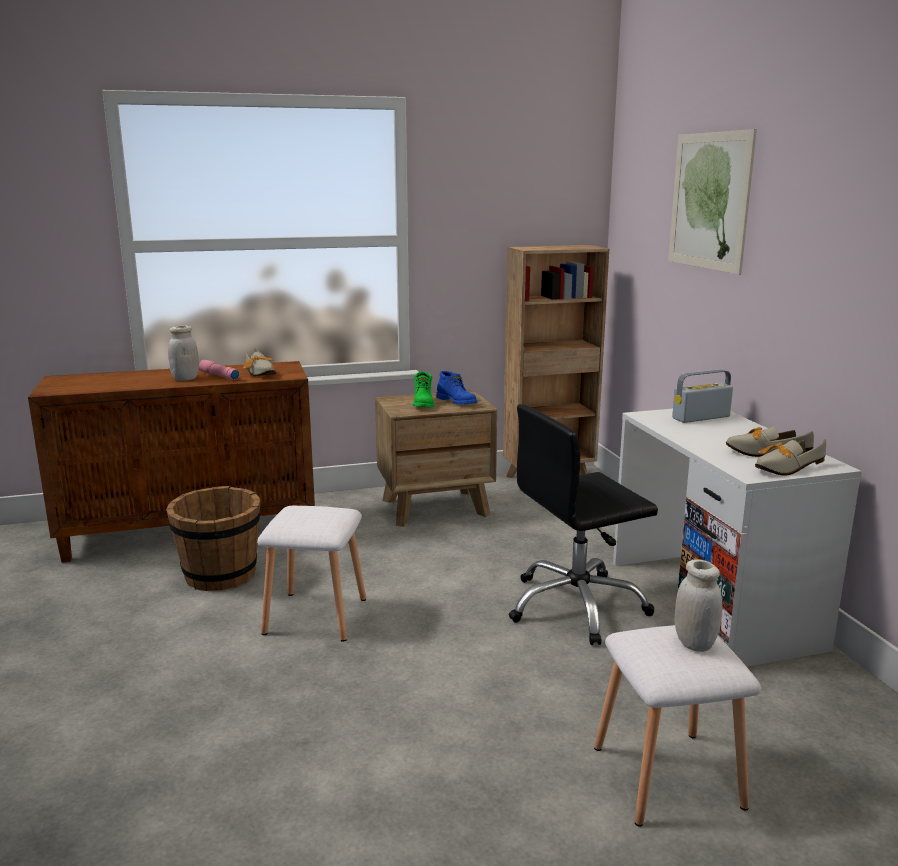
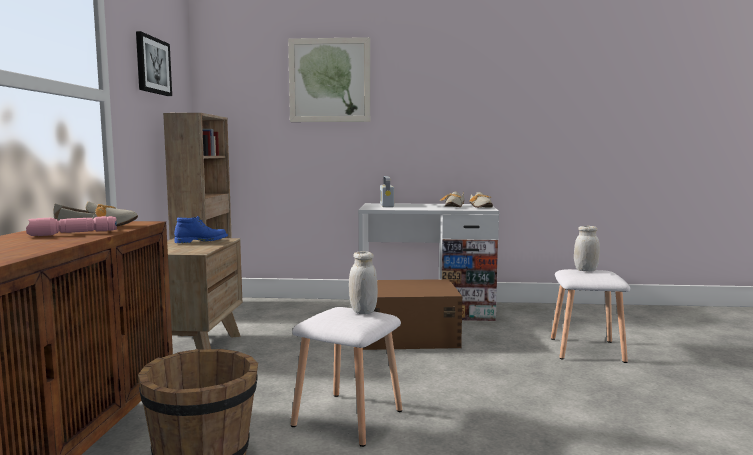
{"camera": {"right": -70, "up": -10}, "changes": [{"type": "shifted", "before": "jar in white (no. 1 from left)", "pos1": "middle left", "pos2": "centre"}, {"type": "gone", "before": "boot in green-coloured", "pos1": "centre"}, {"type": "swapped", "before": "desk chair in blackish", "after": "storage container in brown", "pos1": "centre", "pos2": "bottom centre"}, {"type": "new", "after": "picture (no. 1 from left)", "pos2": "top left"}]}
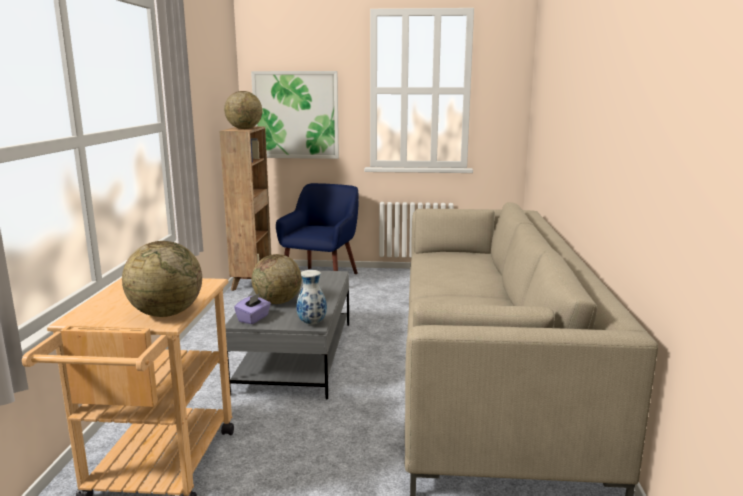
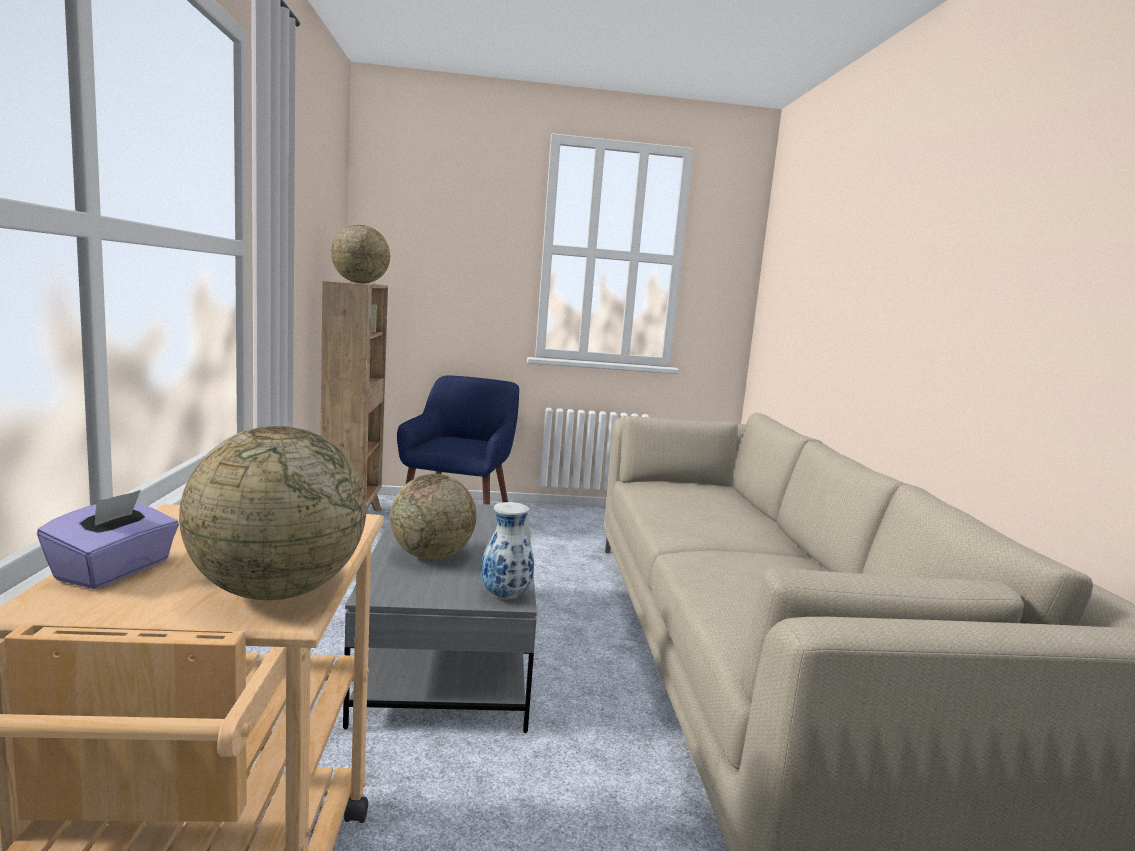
{"camera": {"right": -10, "up": -5}, "changes": [{"type": "gone", "before": "picture", "pos1": "top centre"}, {"type": "shifted", "before": "box of tissues in purple", "pos1": "centre", "pos2": "middle left"}]}
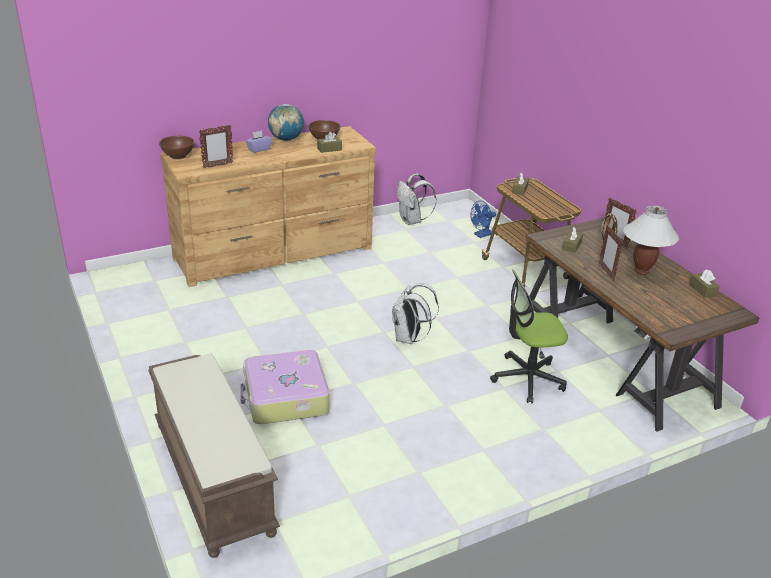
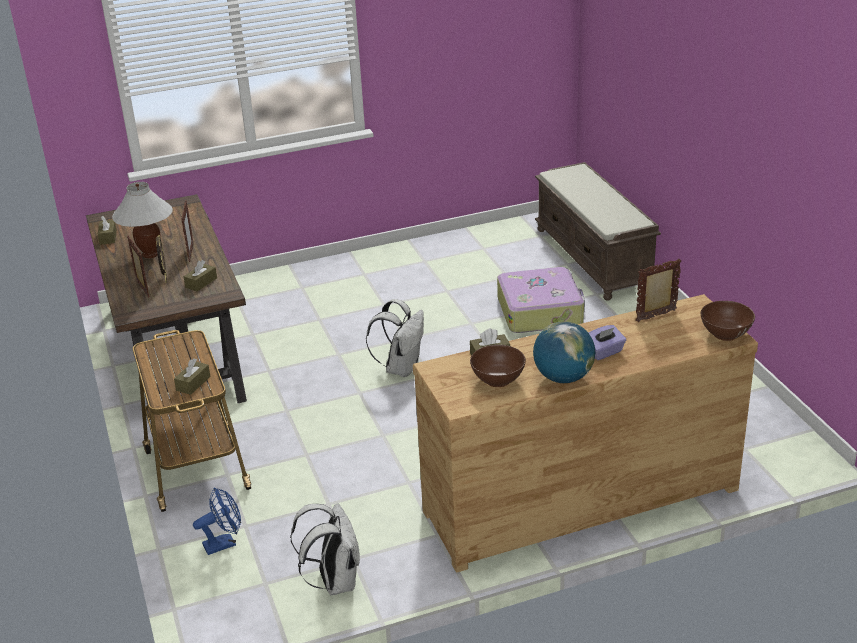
{"camera": {"right": -170, "up": 0}, "changes": [{"type": "gone", "before": "desk chair", "pos1": "middle right"}]}
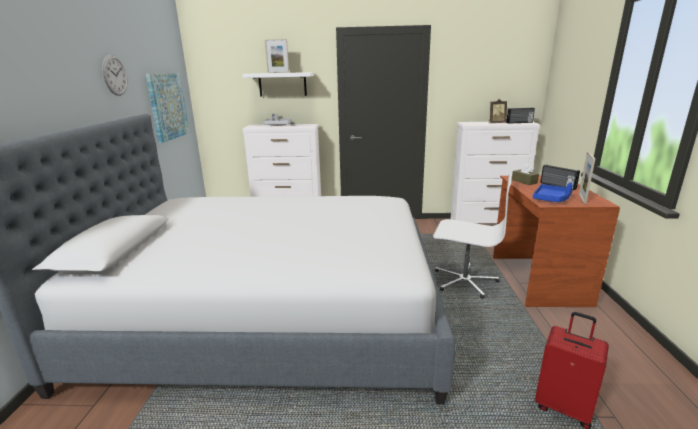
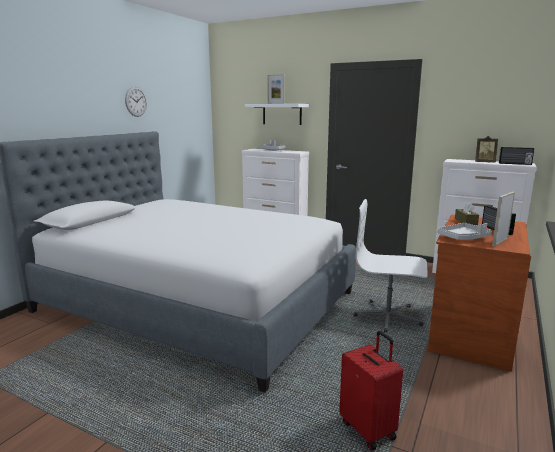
{"camera": {"right": 25, "up": -5}, "changes": [{"type": "gone", "before": "picture", "pos1": "top left"}, {"type": "rotated", "before": "desk chair in white", "pos1": "middle right", "pos2": "middle right", "turn": 150}, {"type": "repainted", "before": "tray in blue-coloured", "after": "tray in grey (no. 2 from left)", "pos1": "middle right", "pos2": "middle right"}]}
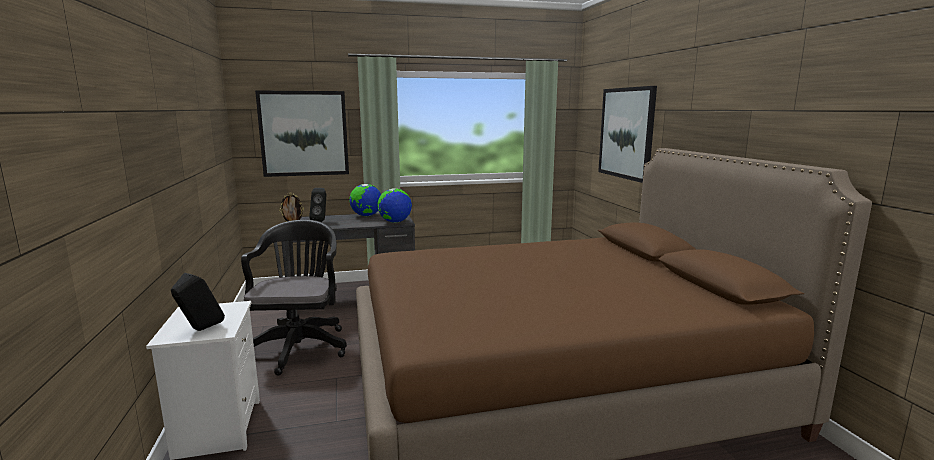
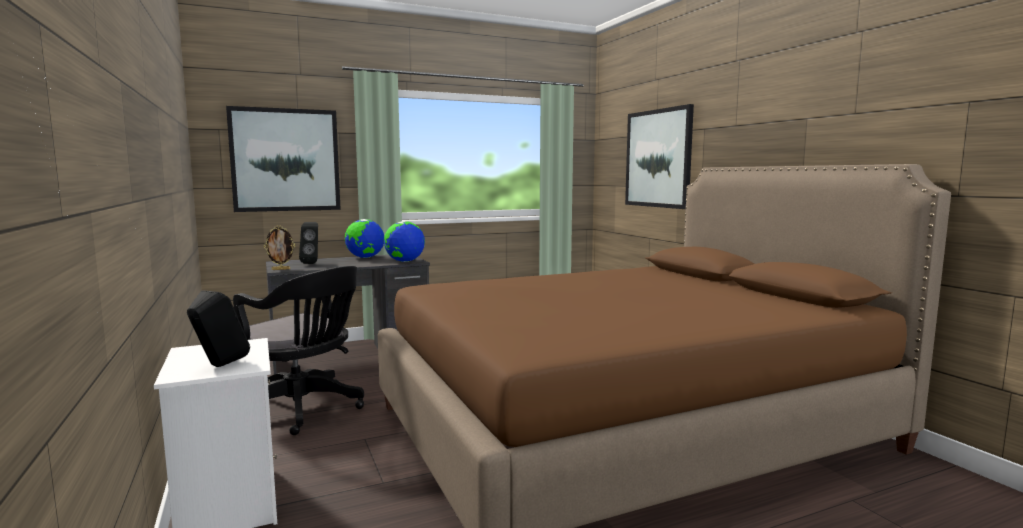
{"camera": {"right": -10, "up": -5}, "changes": [{"type": "rotated", "before": "desk chair in blackish", "pos1": "middle left", "pos2": "middle left", "turn": 135}]}
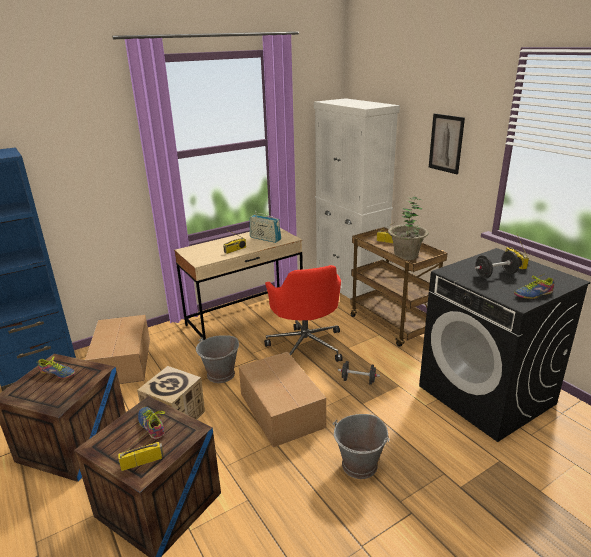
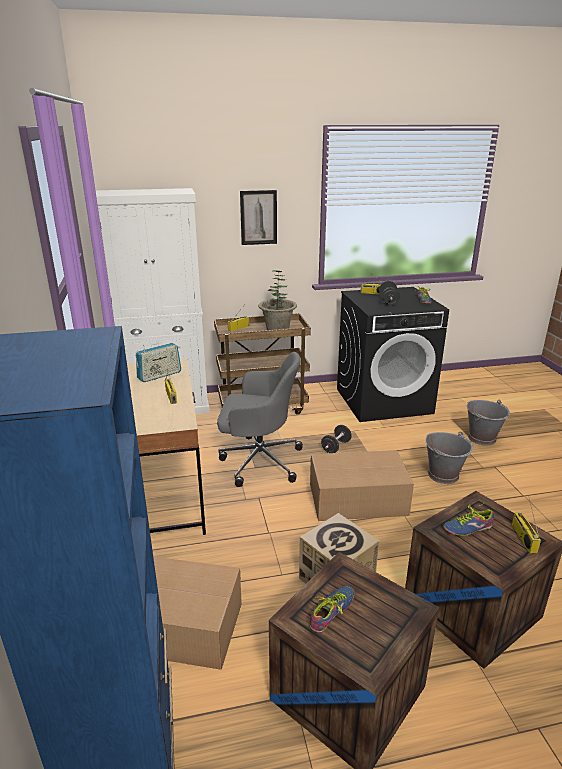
{"camera": {"right": -70, "up": 0}, "changes": [{"type": "repainted", "before": "desk chair in reddish", "after": "desk chair in grey", "pos1": "centre", "pos2": "centre"}, {"type": "shifted", "before": "pail in grey (no. 1 from left in the first image)", "after": "pail in grey (no. 2 from left)", "pos1": "centre", "pos2": "middle right"}]}
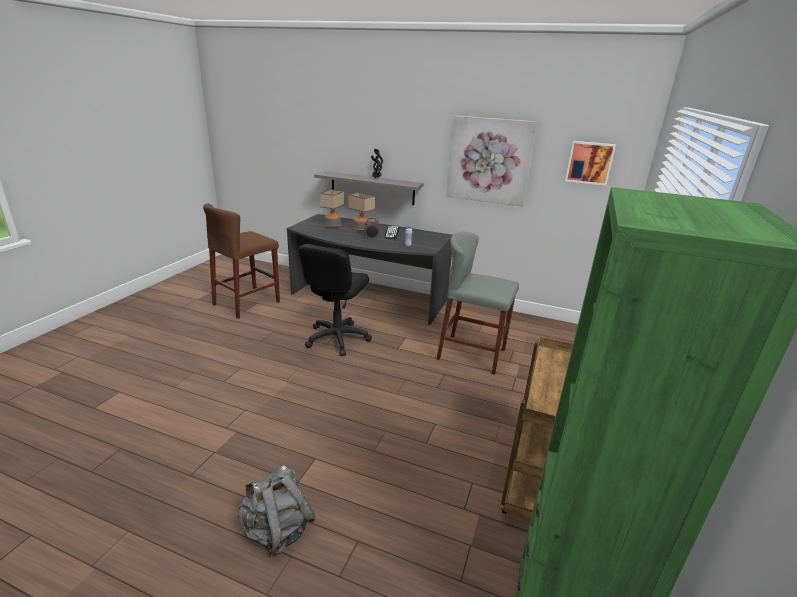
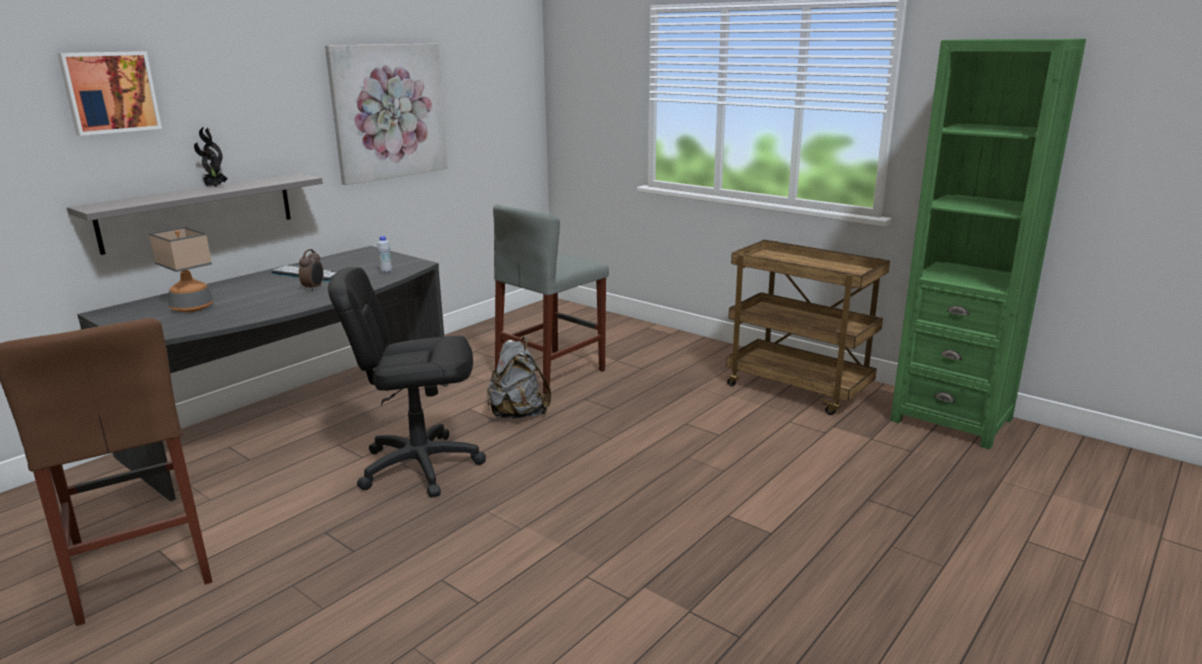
{"camera": {"right": -70, "up": -5}, "changes": [{"type": "shifted", "before": "picture (no. 2 from left in the first image)", "after": "picture (no. 1 from left)", "pos1": "top right", "pos2": "top left"}, {"type": "gone", "before": "table lamp (no. 2 from left)", "pos1": "centre"}, {"type": "rotated", "before": "desk chair in blackish", "pos1": "centre", "pos2": "centre", "turn": 135}, {"type": "shifted", "before": "rucksack in grey", "pos1": "bottom centre", "pos2": "centre"}]}
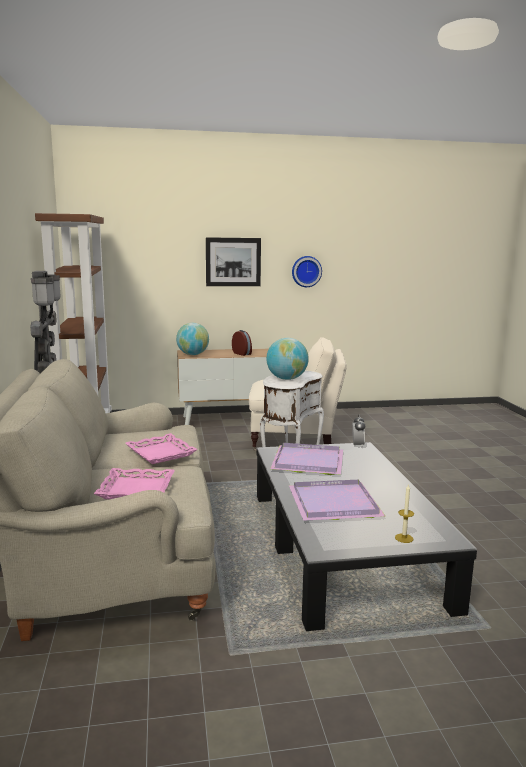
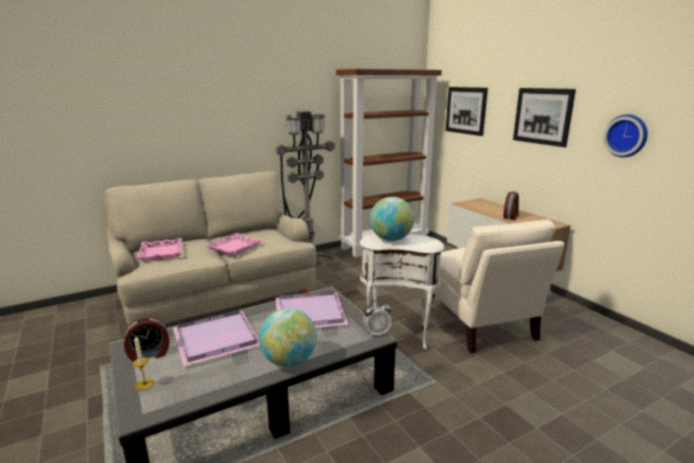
{"camera": {"right": 70, "up": 5}, "changes": [{"type": "shifted", "before": "world globe (no. 1 from left)", "pos1": "centre", "pos2": "bottom centre"}, {"type": "new", "after": "picture (no. 1 from left)", "pos2": "top right"}, {"type": "new", "after": "table clock (no. 1 from left)", "pos2": "bottom left"}]}
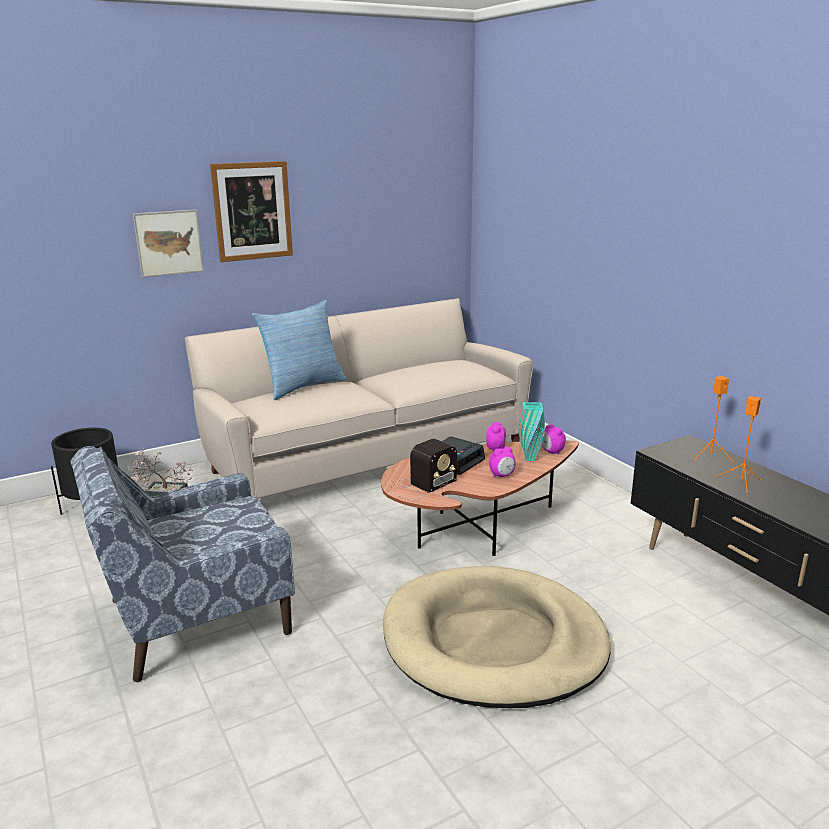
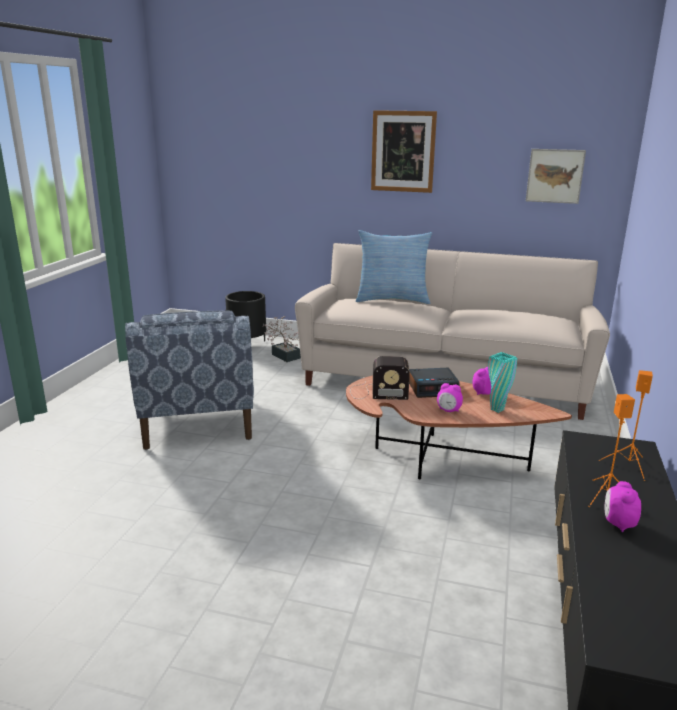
{"camera": {"right": 45, "up": 0}, "changes": [{"type": "shifted", "before": "picture (no. 1 from left in the first image)", "after": "picture (no. 2 from left)", "pos1": "top left", "pos2": "top right"}, {"type": "shifted", "before": "table clock (no. 4 from left)", "pos1": "middle right", "pos2": "bottom right"}, {"type": "rotated", "before": "easy chair in blue-coloured", "pos1": "bottom left", "pos2": "middle left", "turn": -120}, {"type": "gone", "before": "dog bed in sand-coloured", "pos1": "bottom centre"}]}
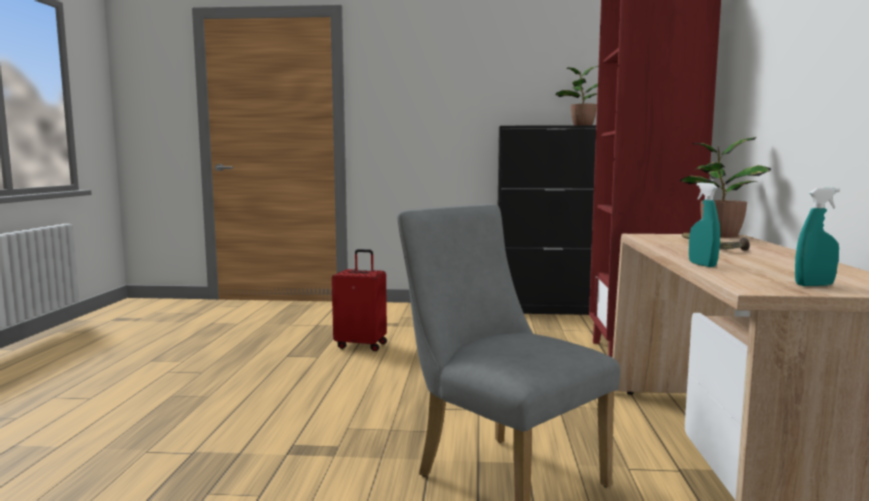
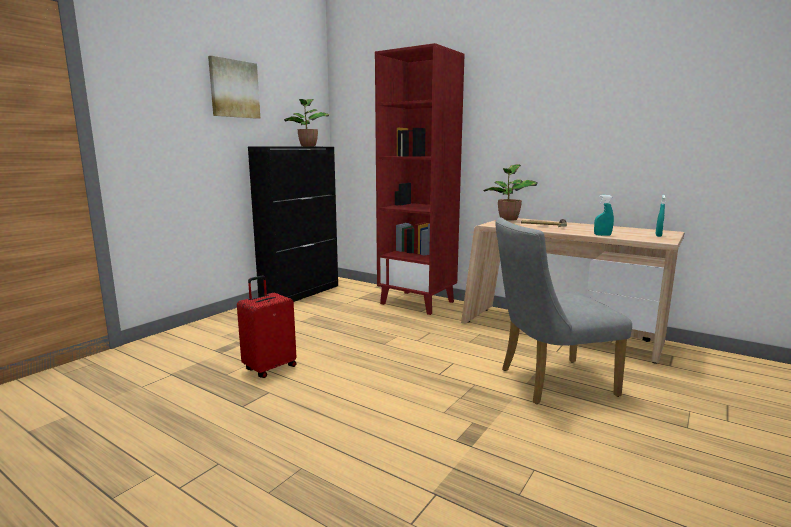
{"camera": {"right": -60, "up": 5}, "changes": [{"type": "new", "after": "picture", "pos2": "top left"}]}
